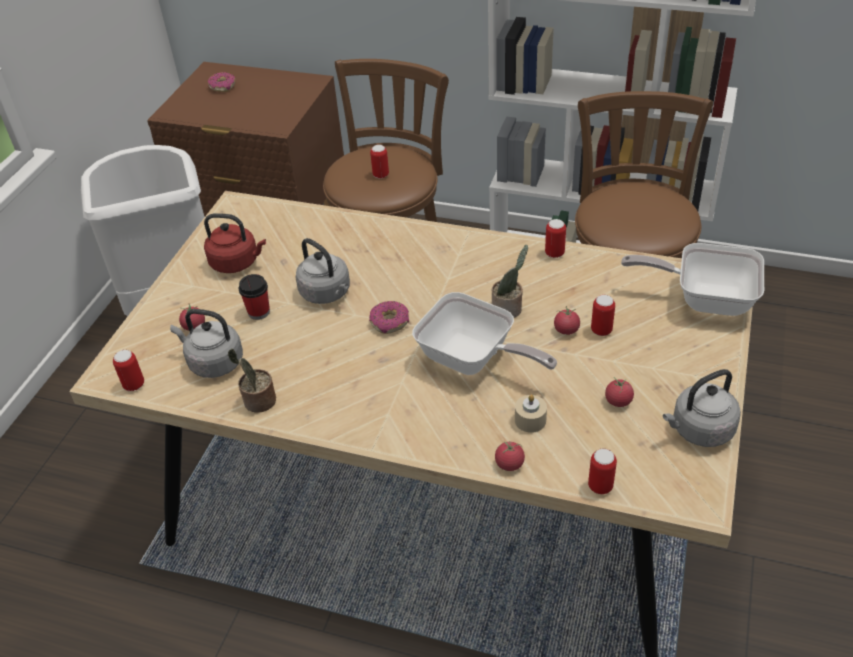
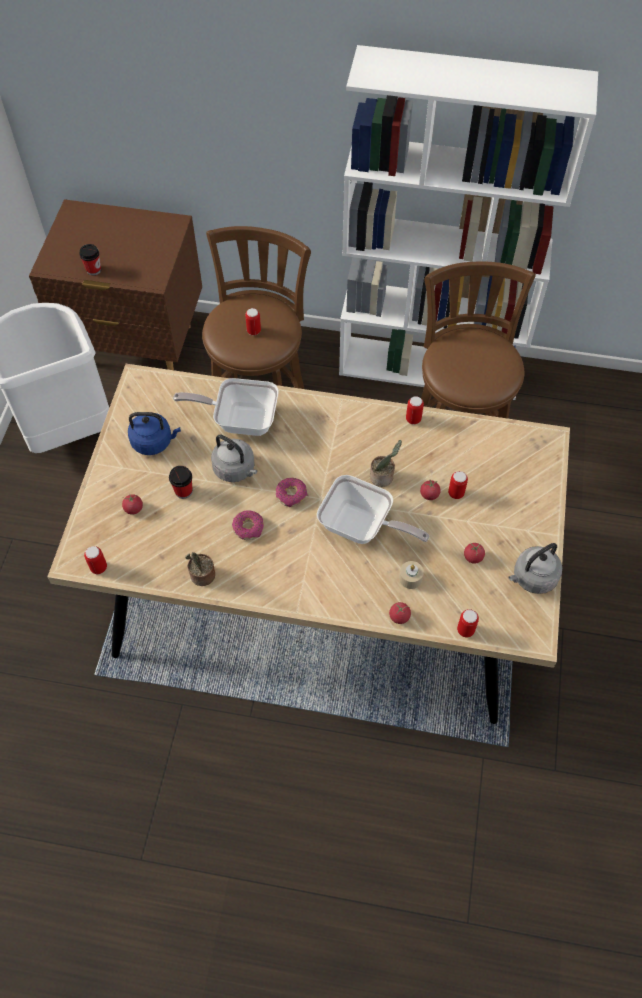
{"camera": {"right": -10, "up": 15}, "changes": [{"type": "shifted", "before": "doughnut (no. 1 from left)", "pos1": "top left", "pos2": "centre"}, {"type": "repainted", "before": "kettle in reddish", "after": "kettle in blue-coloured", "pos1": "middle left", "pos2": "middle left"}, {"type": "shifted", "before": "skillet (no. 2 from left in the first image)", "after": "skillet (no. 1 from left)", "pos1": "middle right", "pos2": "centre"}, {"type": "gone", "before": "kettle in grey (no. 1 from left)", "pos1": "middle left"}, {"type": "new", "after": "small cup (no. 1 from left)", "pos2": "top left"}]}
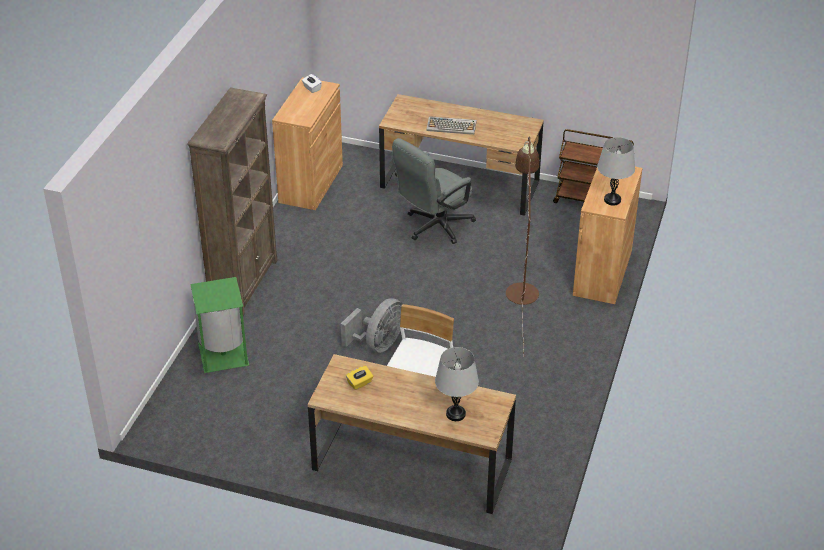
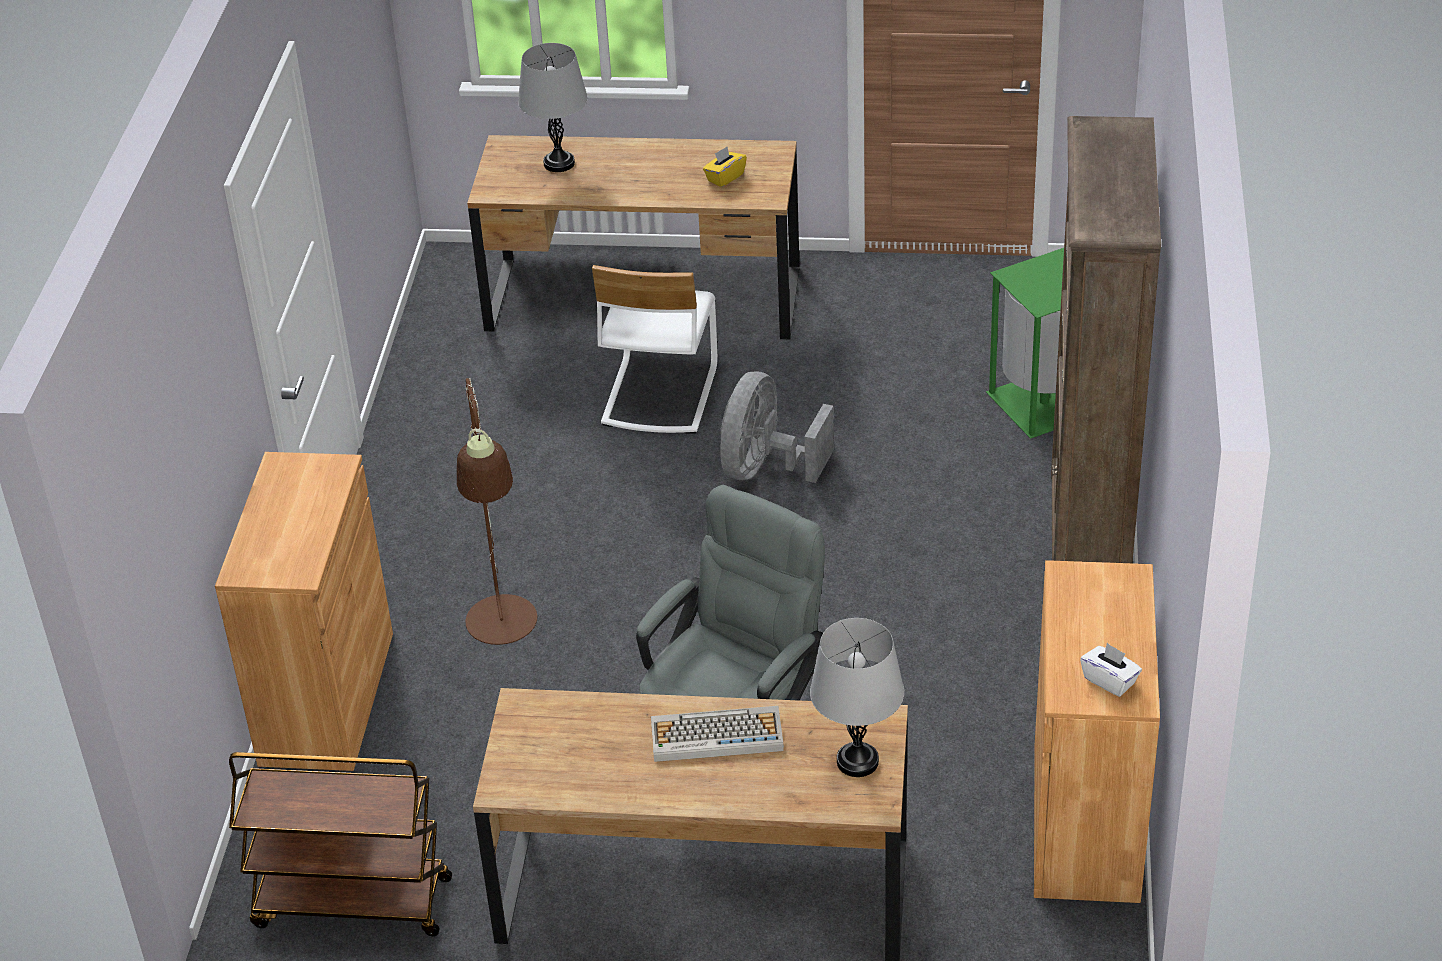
{"camera": {"right": 170, "up": 0}, "changes": [{"type": "shifted", "before": "table lamp in grey (no. 2 from left)", "pos1": "top right", "pos2": "bottom centre"}]}
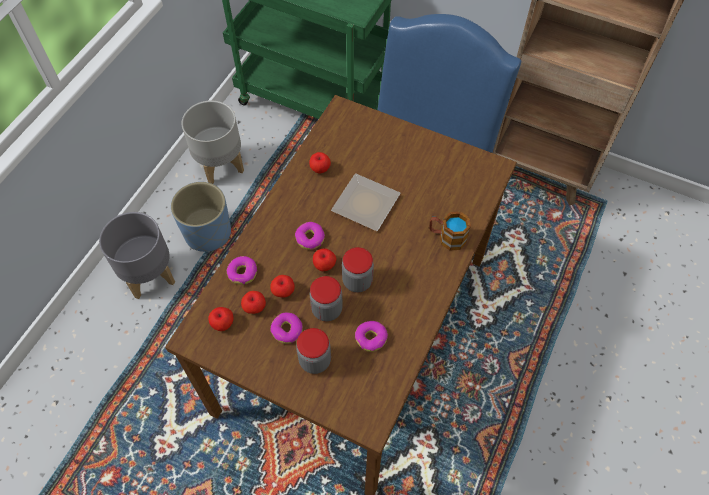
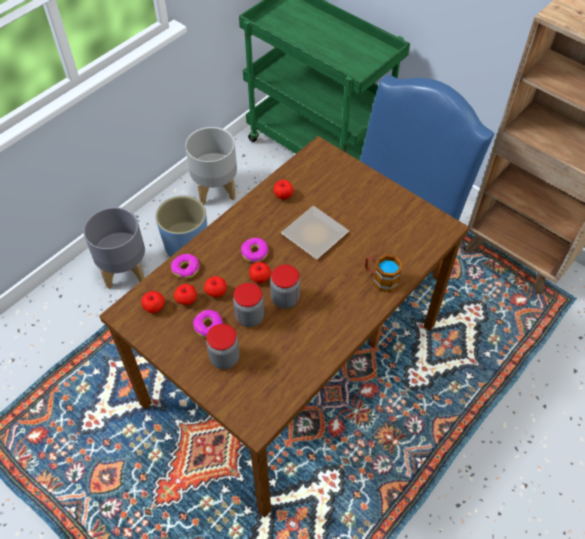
{"camera": {"right": 15, "up": -5}, "changes": [{"type": "gone", "before": "doughnut (no. 4 from left)", "pos1": "bottom centre"}]}
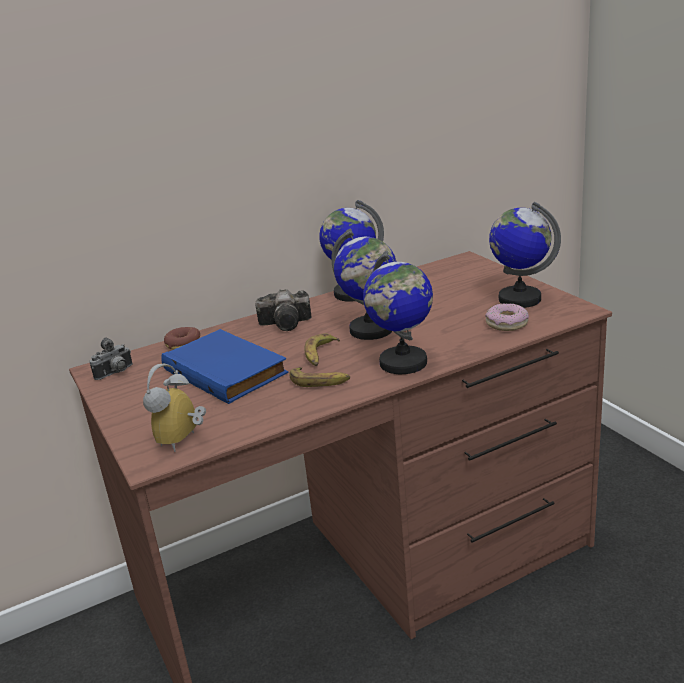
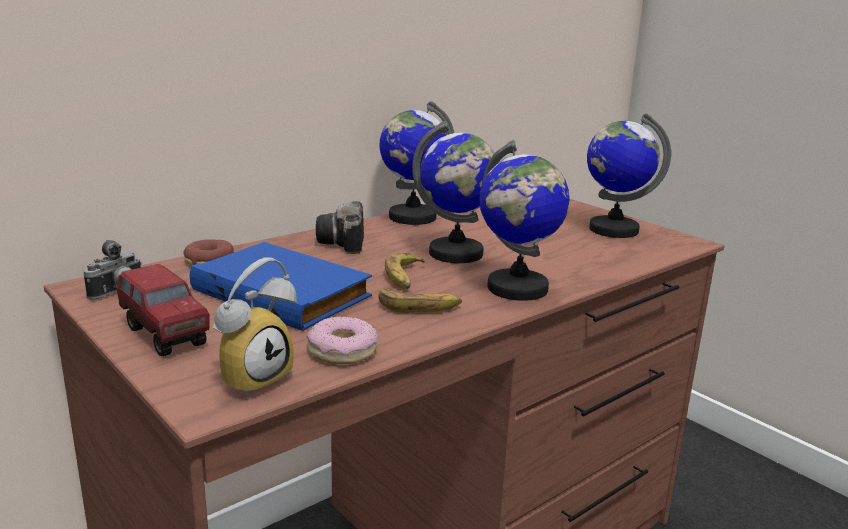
{"camera": {"right": -15, "up": -5}, "changes": [{"type": "rotated", "before": "photo camera (no. 2 from left)", "pos1": "centre", "pos2": "centre", "turn": 105}, {"type": "shifted", "before": "doughnut (no. 2 from left)", "pos1": "middle right", "pos2": "centre"}, {"type": "rotated", "before": "table clock", "pos1": "middle left", "pos2": "middle left", "turn": -150}, {"type": "new", "after": "model truck", "pos2": "middle left"}]}
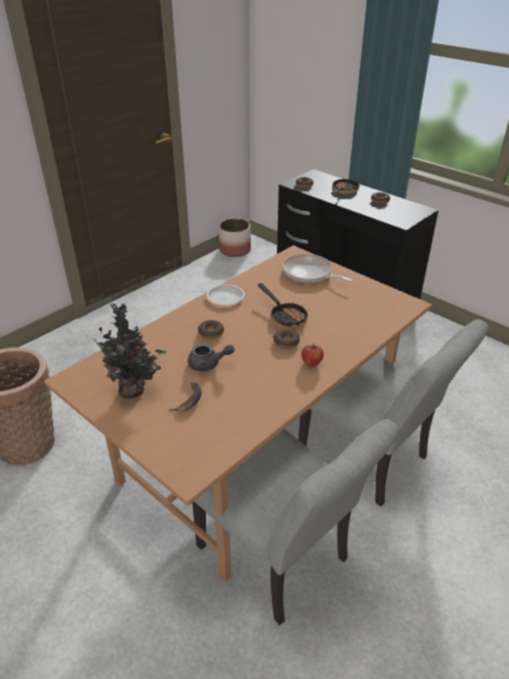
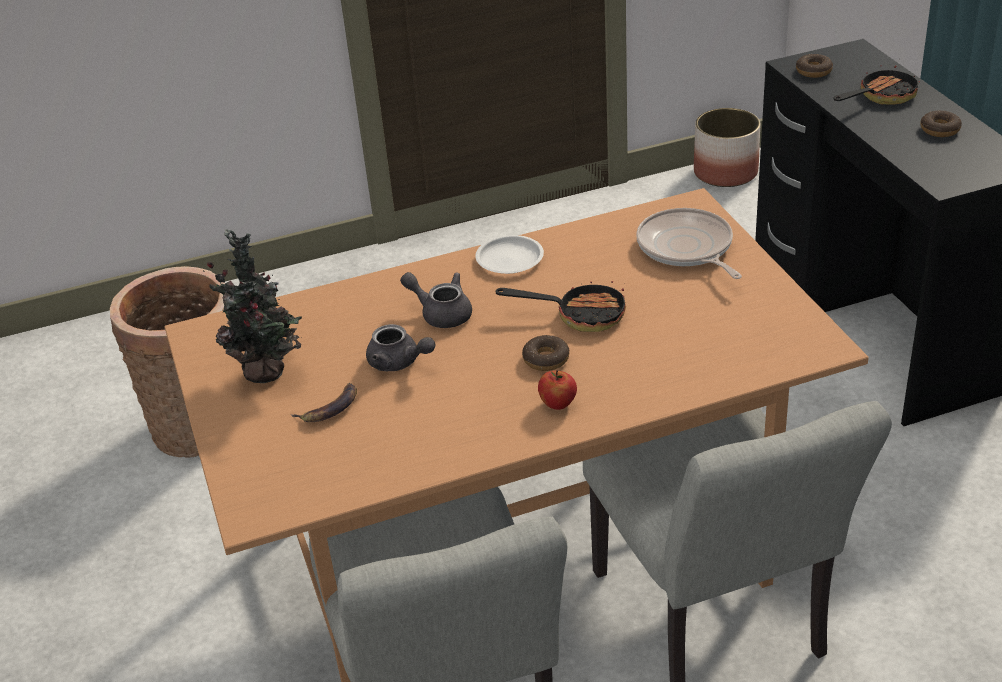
{"camera": {"right": 30, "up": 0}, "changes": [{"type": "rotated", "before": "skillet (no. 1 from left)", "pos1": "centre", "pos2": "centre", "turn": -75}, {"type": "swapped", "before": "doughnut (no. 1 from left)", "after": "pot for tea in grey (no. 2 from left)", "pos1": "centre", "pos2": "centre"}]}
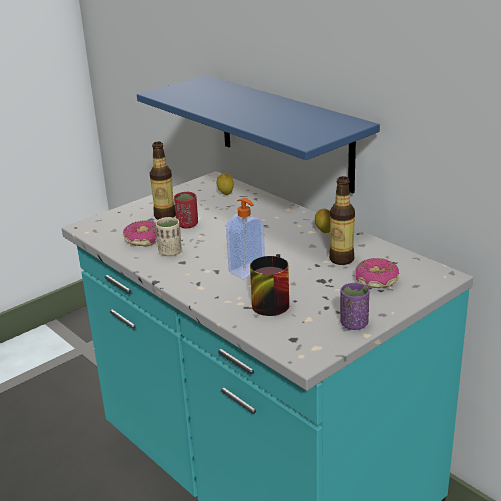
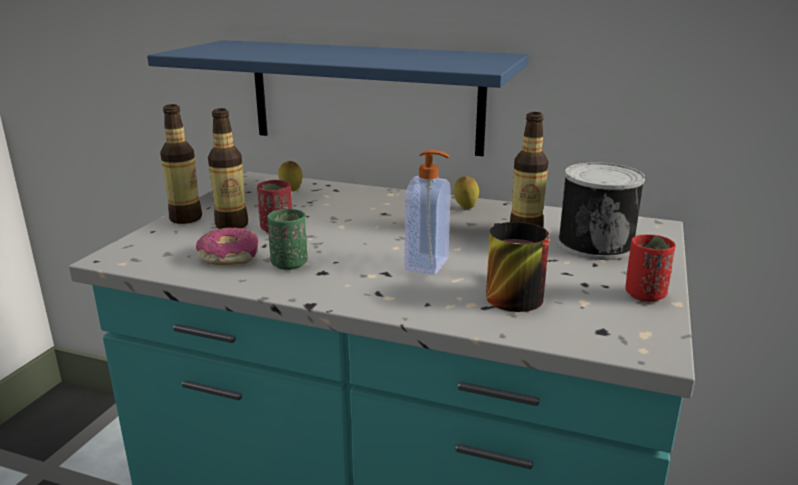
{"camera": {"right": -30, "up": -5}, "changes": [{"type": "repainted", "before": "small cup in sand-coloured", "after": "small cup in green-coloured", "pos1": "centre", "pos2": "centre"}, {"type": "swapped", "before": "doughnut (no. 2 from left)", "after": "sealed can", "pos1": "middle right", "pos2": "middle right"}, {"type": "repainted", "before": "small cup in purple", "after": "small cup in reddish (no. 2 from left)", "pos1": "middle right", "pos2": "middle right"}, {"type": "new", "after": "bottle (no. 1 from left)", "pos2": "middle left"}]}
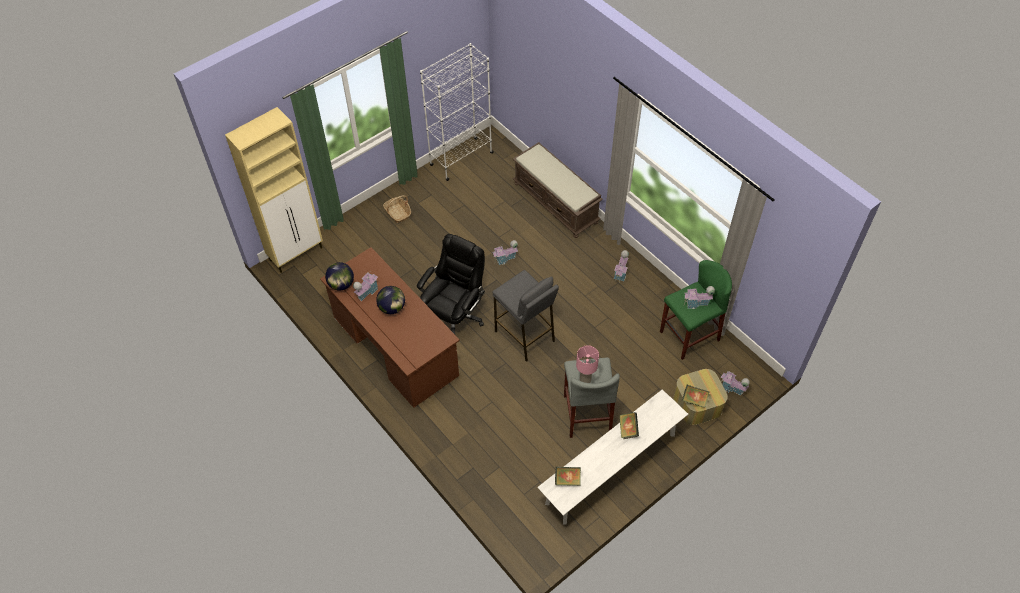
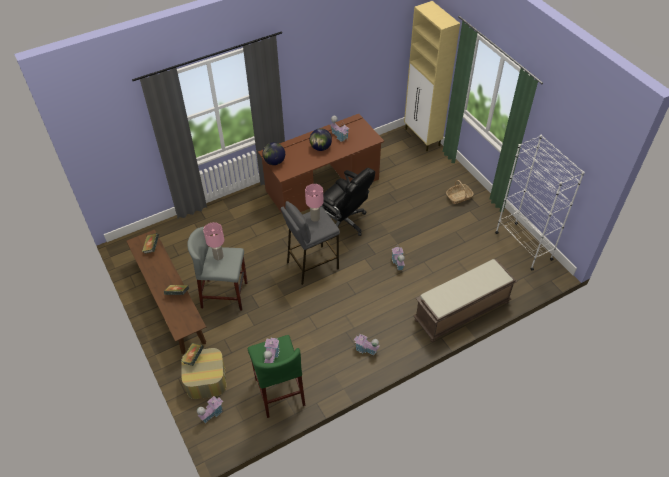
{"camera": {"right": 100, "up": -5}, "changes": [{"type": "shifted", "before": "world globe (no. 1 from left)", "pos1": "middle left", "pos2": "top centre"}, {"type": "repainted", "before": "long seat in white", "after": "long seat in brown (no. 1 from left)", "pos1": "bottom centre", "pos2": "middle left"}, {"type": "new", "after": "table lamp in pinkish (no. 2 from left)", "pos2": "centre"}]}
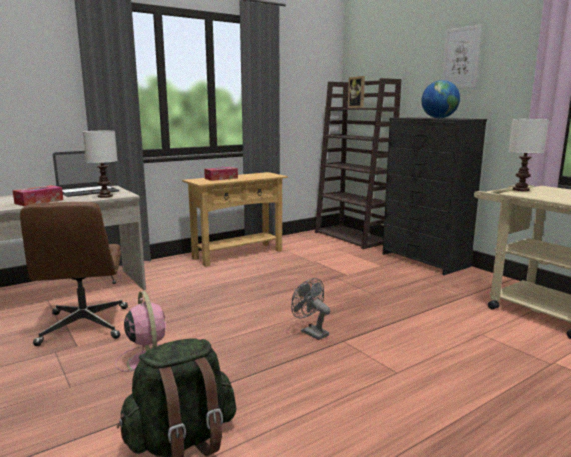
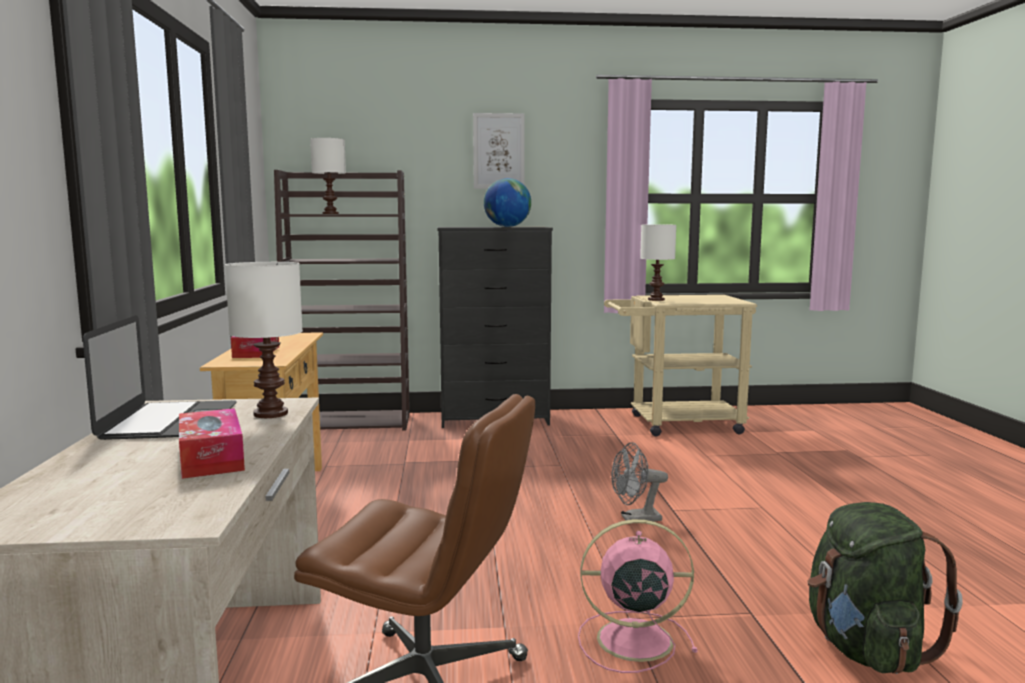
{"camera": {"right": -60, "up": -5}, "changes": [{"type": "swapped", "before": "picture frame", "after": "table lamp in white (no. 2 from left)", "pos1": "top centre", "pos2": "top left"}]}
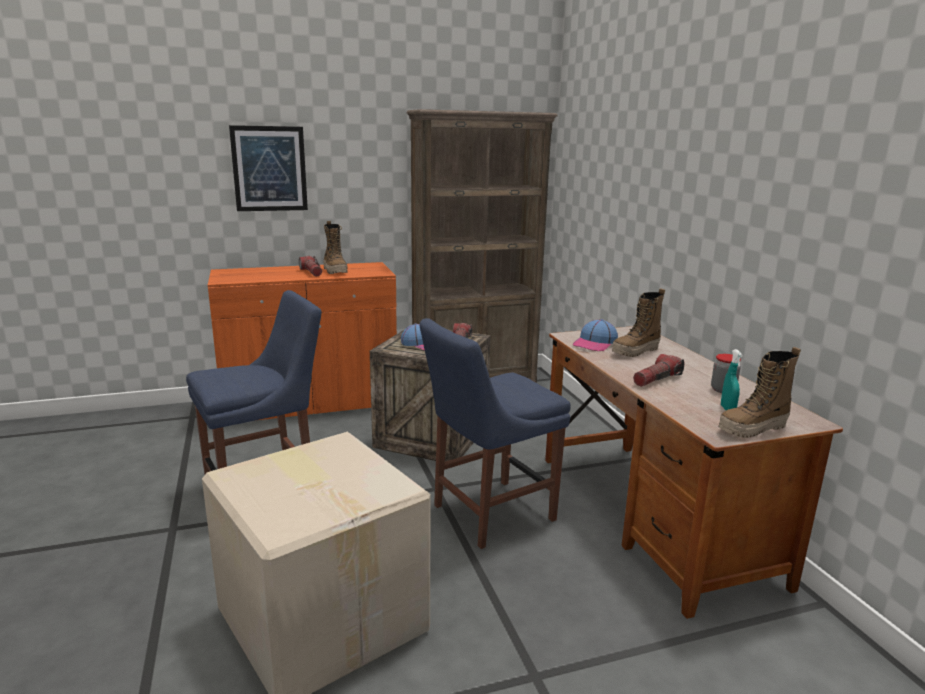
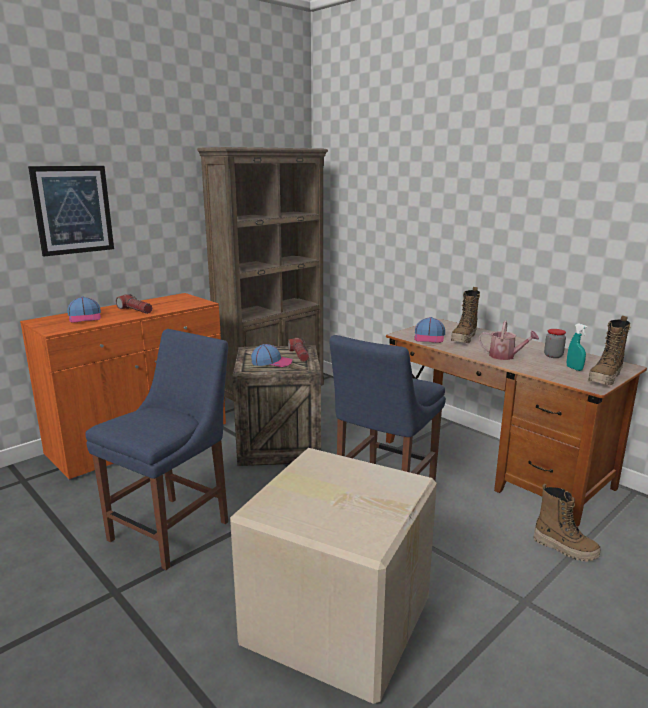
{"camera": {"right": -25, "up": 0}, "changes": [{"type": "shifted", "before": "boot (no. 1 from left in the first image)", "after": "boot (no. 2 from left)", "pos1": "centre", "pos2": "bottom right"}, {"type": "swapped", "before": "torch (no. 3 from left)", "after": "watering can", "pos1": "middle right", "pos2": "middle right"}, {"type": "new", "after": "baseball cap (no. 1 from left)", "pos2": "middle left"}]}
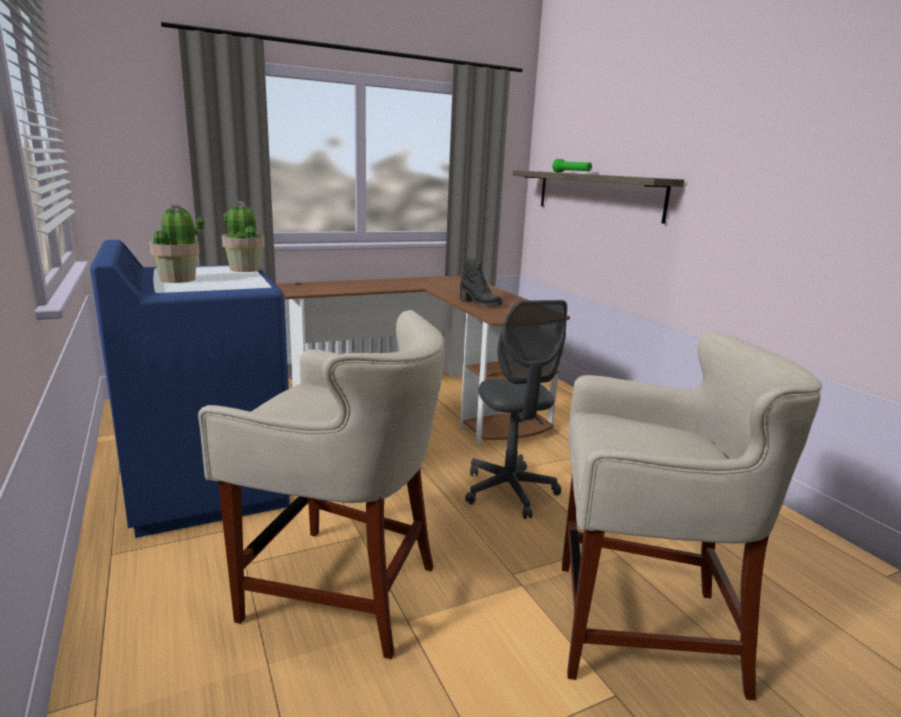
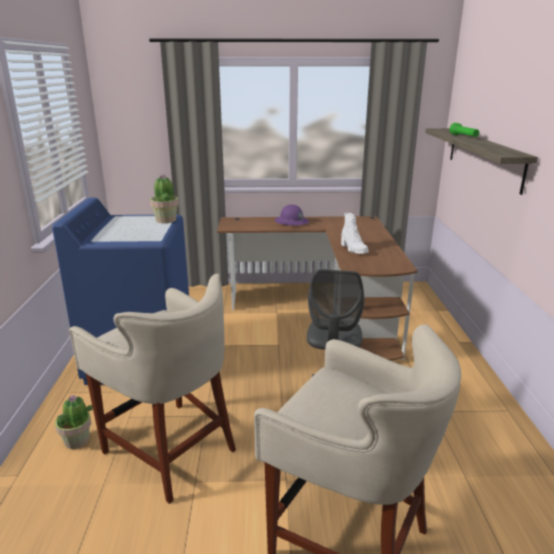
{"camera": {"right": 25, "up": 5}, "changes": [{"type": "shifted", "before": "potted plant (no. 1 from left)", "pos1": "middle left", "pos2": "bottom left"}, {"type": "repainted", "before": "boot in blackish", "after": "boot in white", "pos1": "centre", "pos2": "centre"}, {"type": "new", "after": "hard hat in purple", "pos2": "centre"}]}
